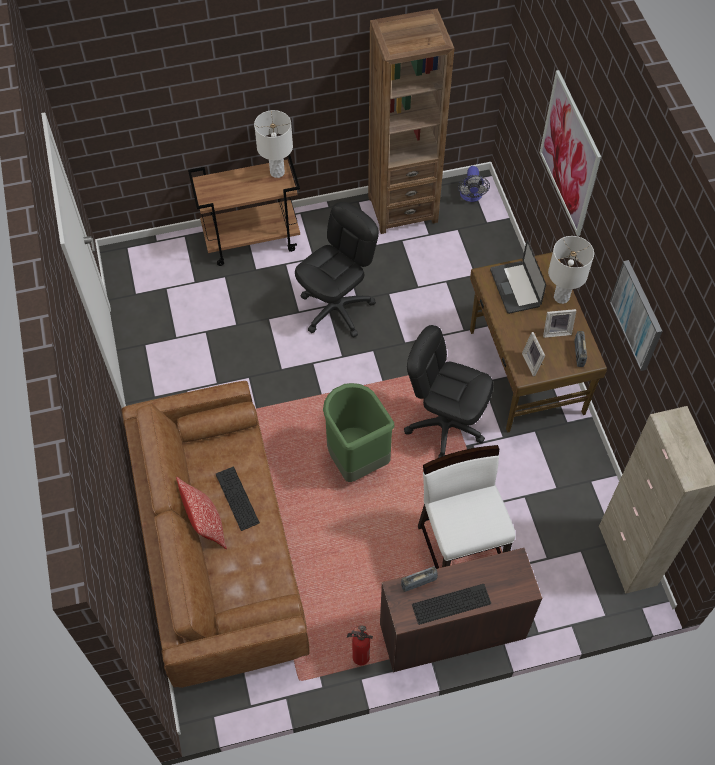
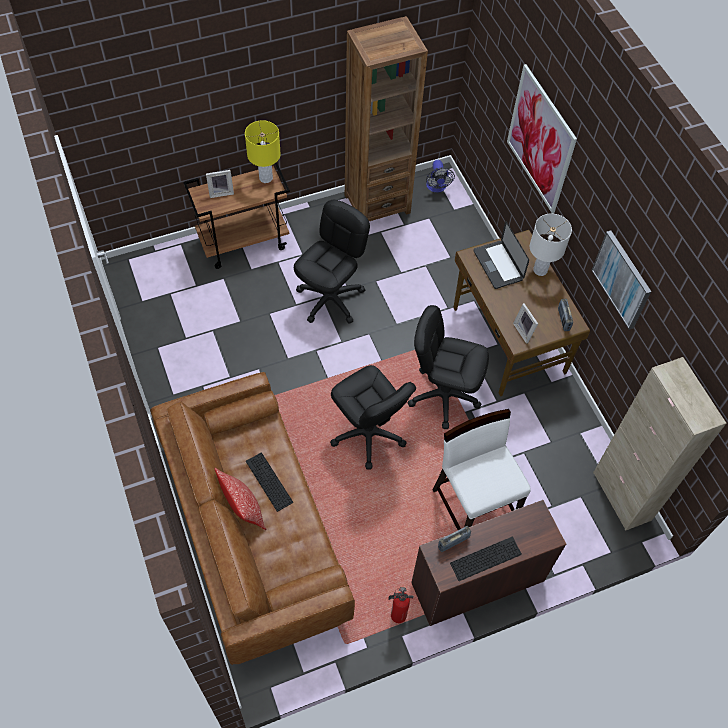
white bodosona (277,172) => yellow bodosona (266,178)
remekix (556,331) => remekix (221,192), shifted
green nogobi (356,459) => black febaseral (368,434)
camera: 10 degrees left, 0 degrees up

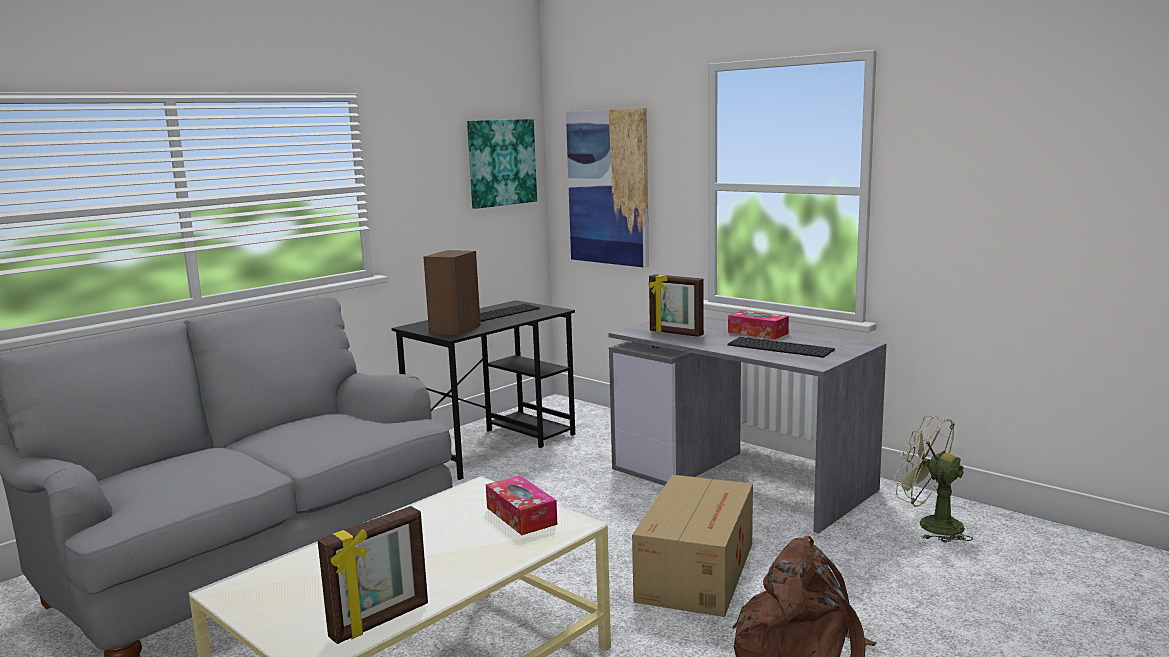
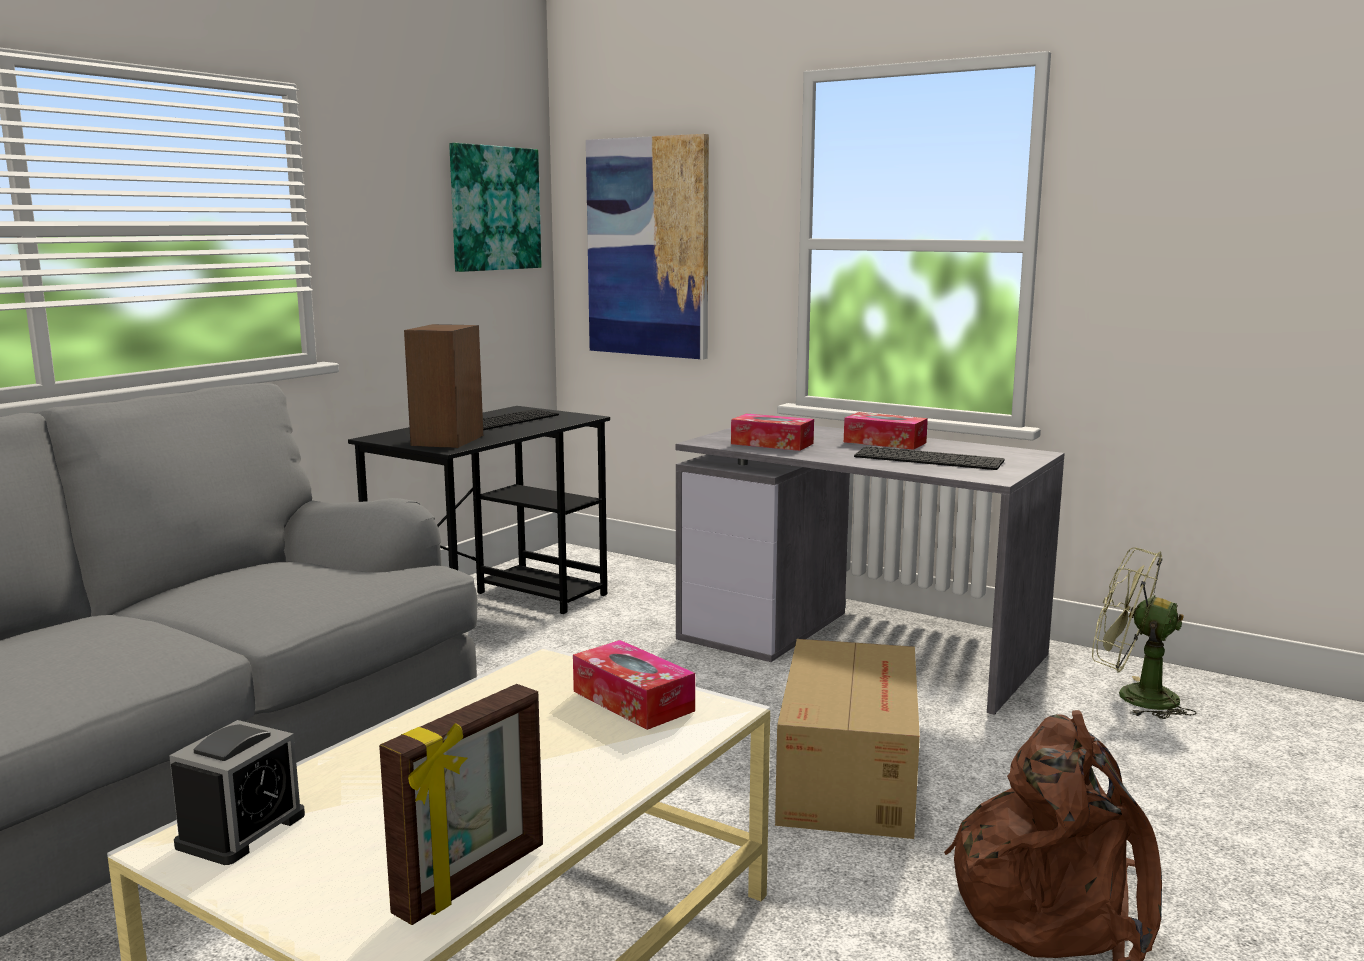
remekix (675,333) => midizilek (772,444)
nothing => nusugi (241,830)
camera: 10 degrees left, 0 degrees up

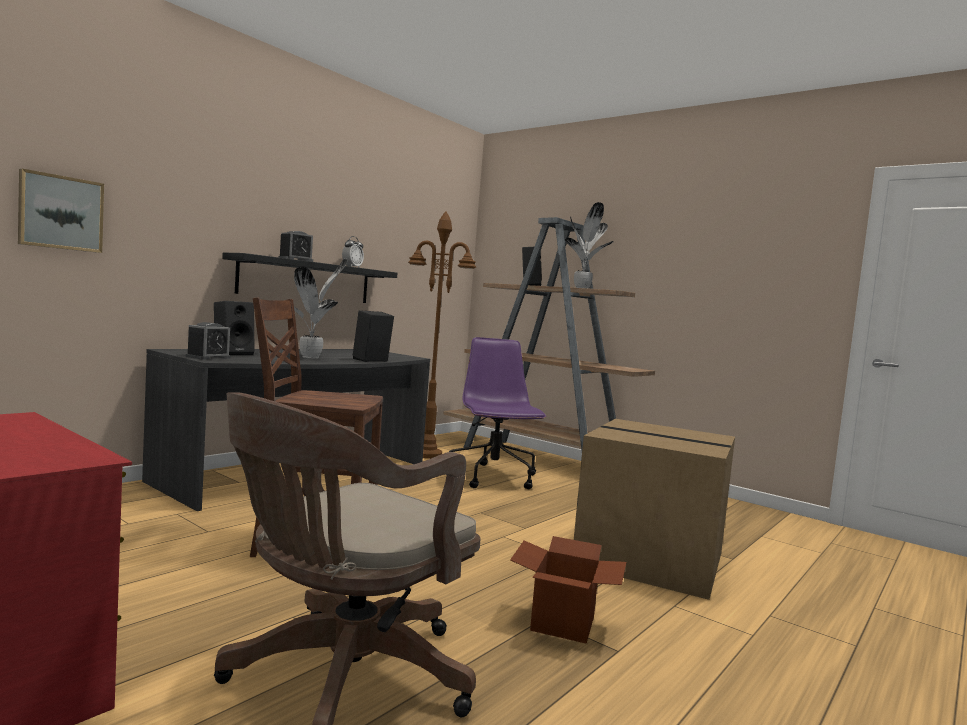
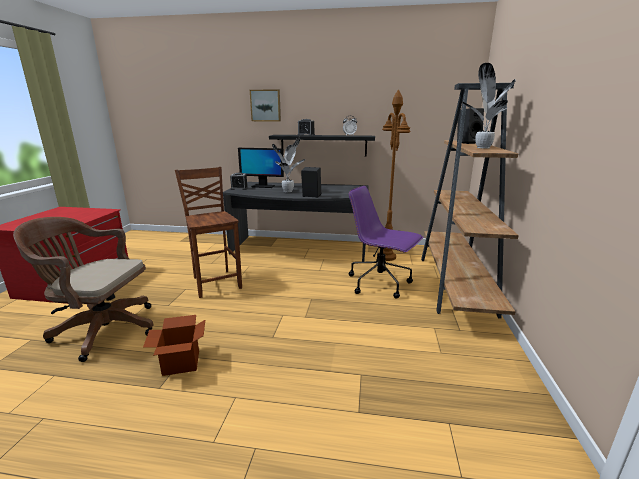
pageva (60,212) => pageva (265,105), shifted
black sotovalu (233,353) => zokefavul (263,186)
purple febaseral (493,478) => purple febaseral (380,283), 105 degrees counterclockwise
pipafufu (652,558) => nothing
camera: 60 degrees right, 15 degrees up

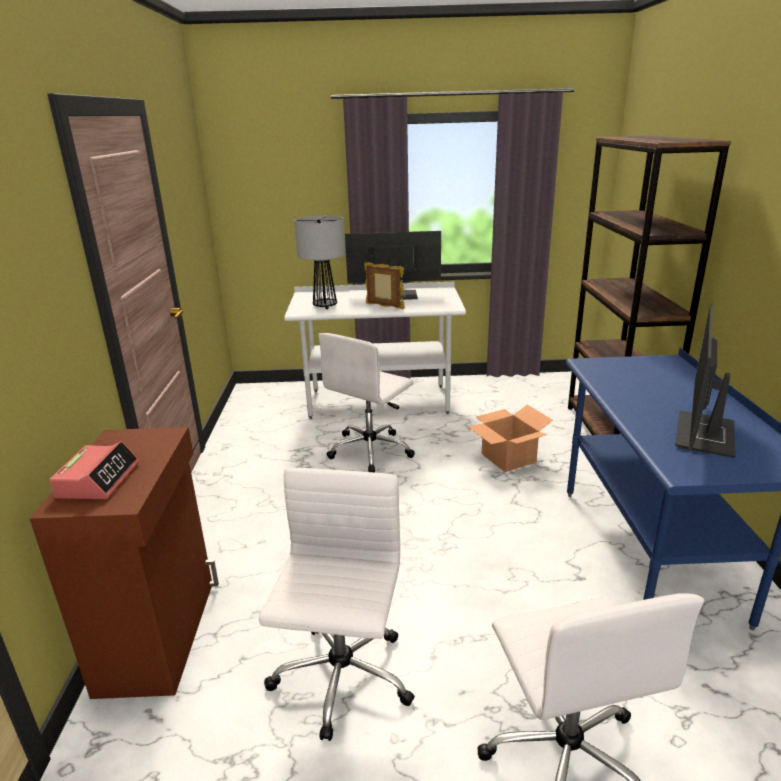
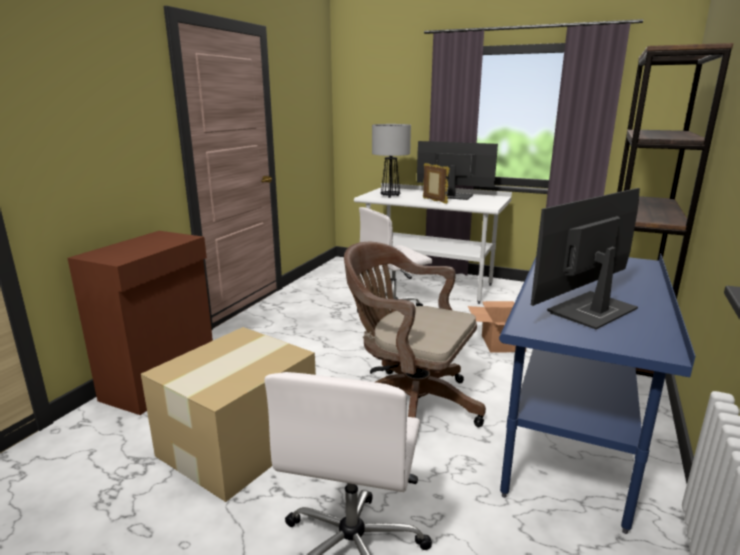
nusugi (98,480) => nothing
white febaseral (341,679) => pipafufu (241,442)
nothing => brown febaseral (408,403)
camera: 25 degrees right, 5 degrees down

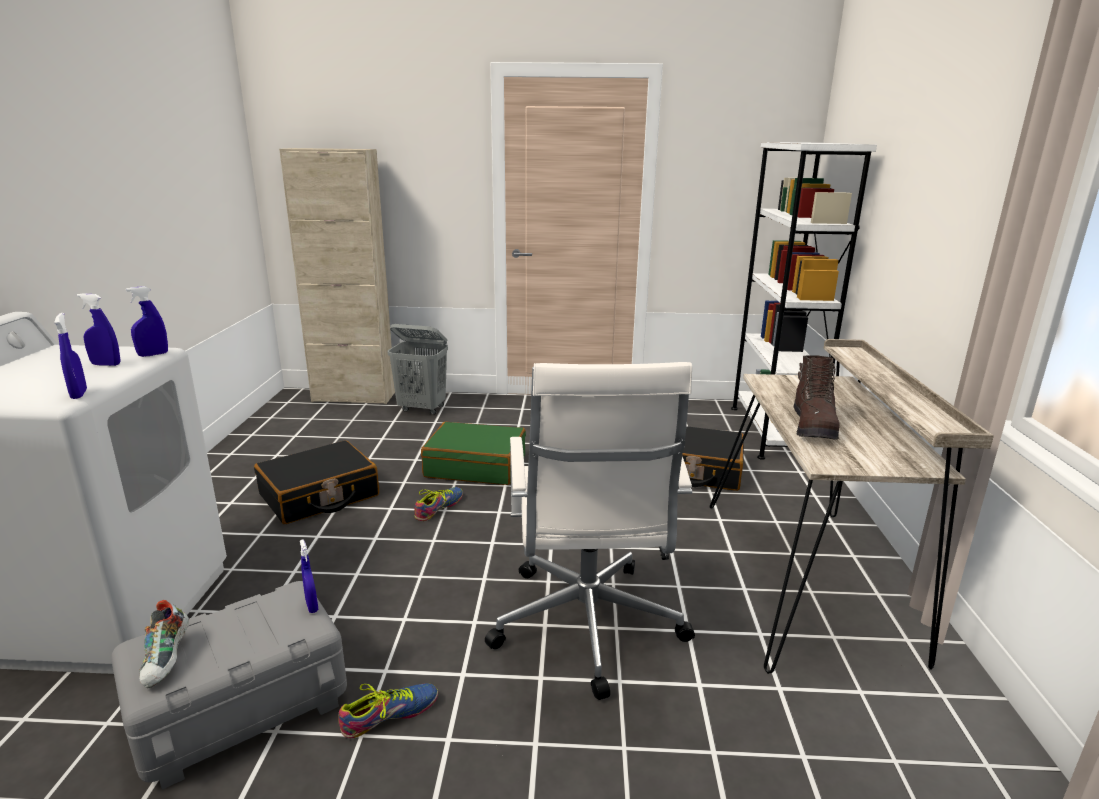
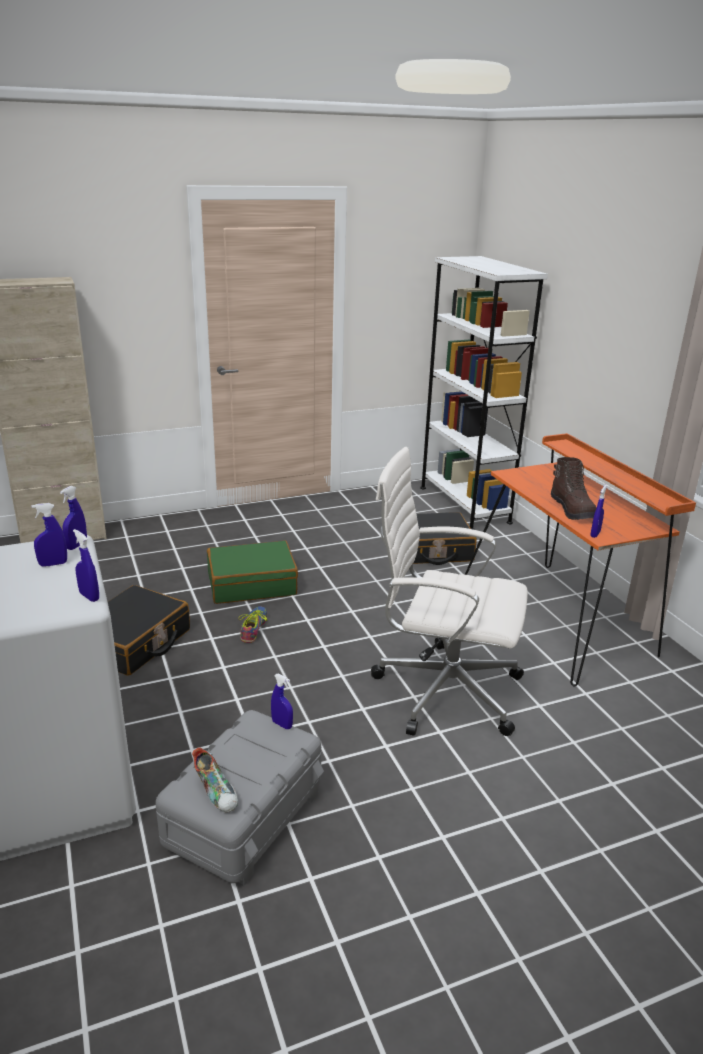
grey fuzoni (422,409) => nothing
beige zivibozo (809,578) => orange zivibozo (560,616)
white febaseral (586,627) => white febaseral (443,689), 135 degrees clockwise
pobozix (389,715) => nothing
nothing => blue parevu (595,534)
camera: 25 degrees left, 5 degrees up

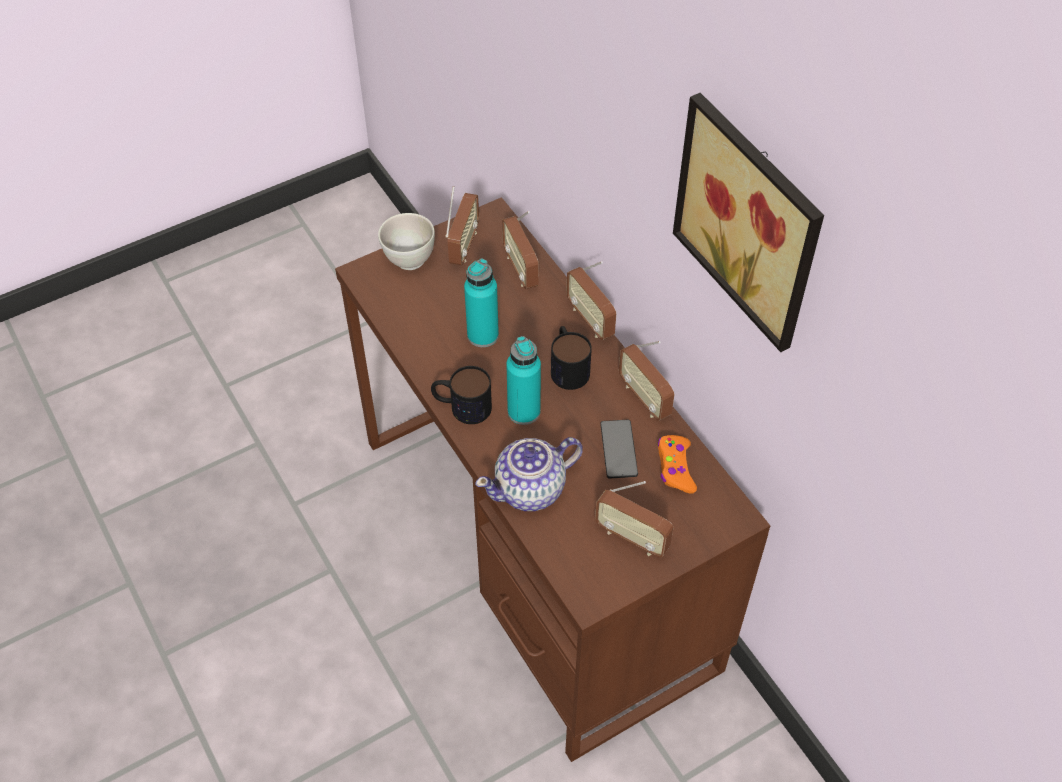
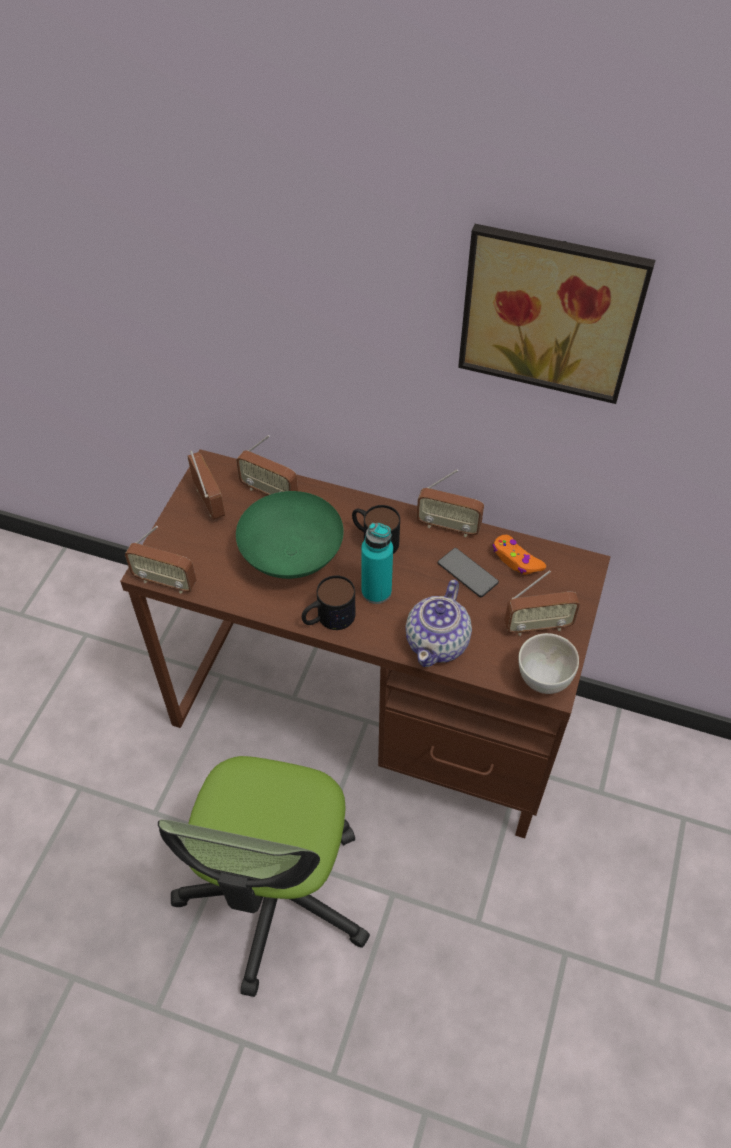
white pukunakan (409,259) => white pukunakan (542,680), shifted
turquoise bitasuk (482,335) => green pukunakan (290,557)
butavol (590,320) => butavol (165,582), shifted
nothing => febaseral (275,895)
camera: 40 degrees left, 0 degrees up

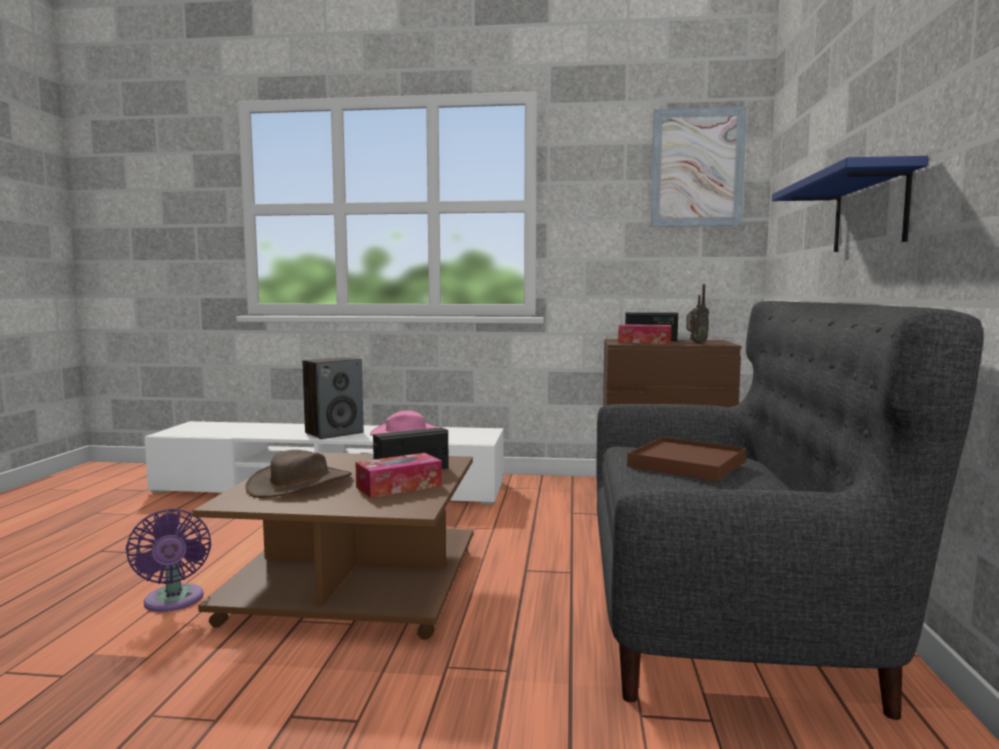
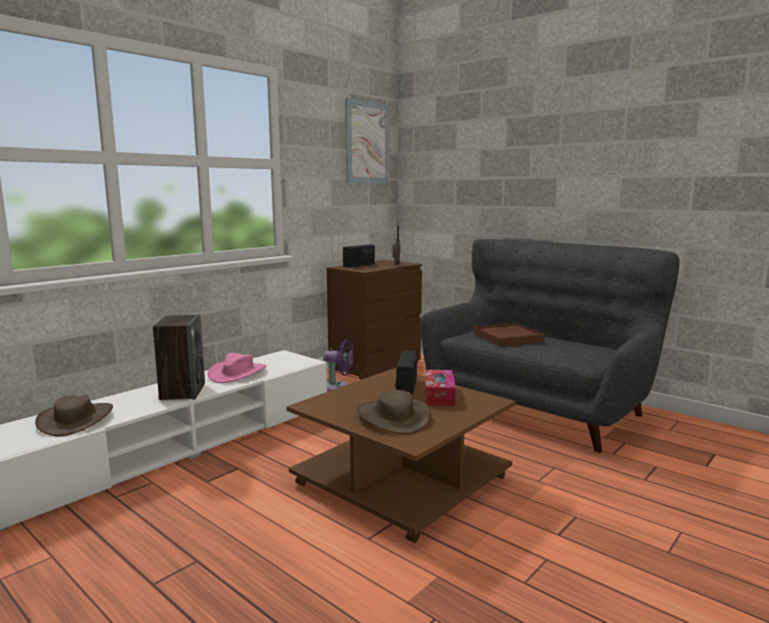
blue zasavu (869,212) => nothing
midizilek (644,342) => nothing
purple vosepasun (173,602) => purple vosepasun (337,387), shifted
nothing => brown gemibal (76,419)
camera: 55 degrees left, 5 degrees up

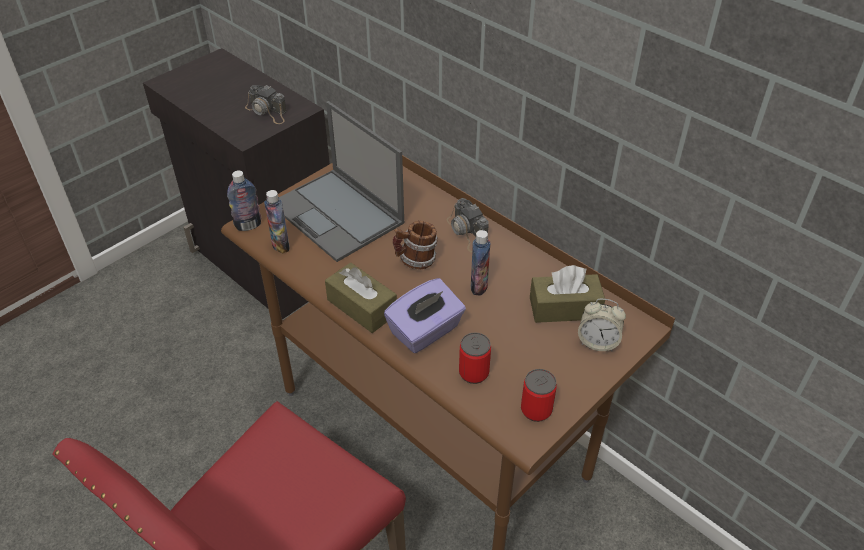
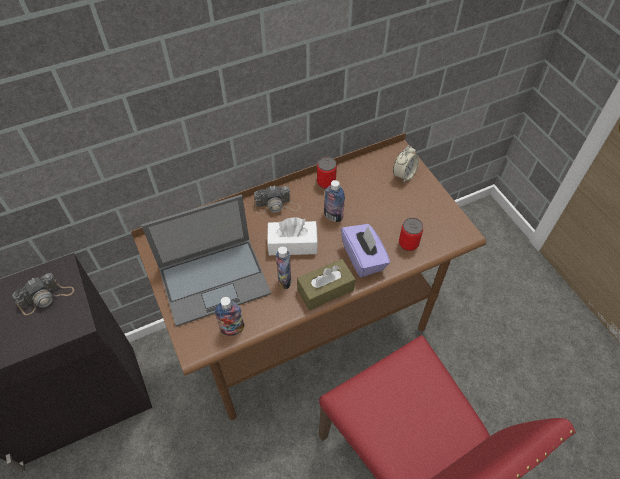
bitasuk (248,225) => bitasuk (284,280), shifted
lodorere (415,261) => white midizilek (292,244)
brown midizilek (564,308) => nothing
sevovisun (536,410) => sevovisun (326,182), shifted
camera: 70 degrees left, 10 degrees up

